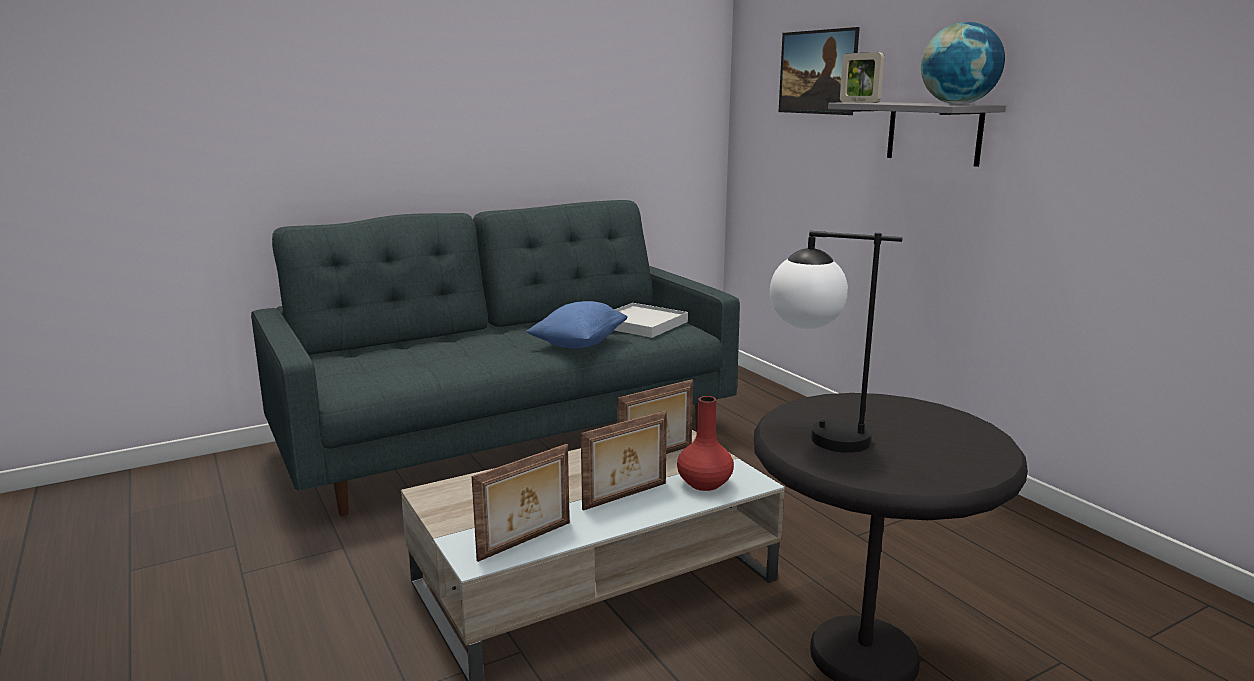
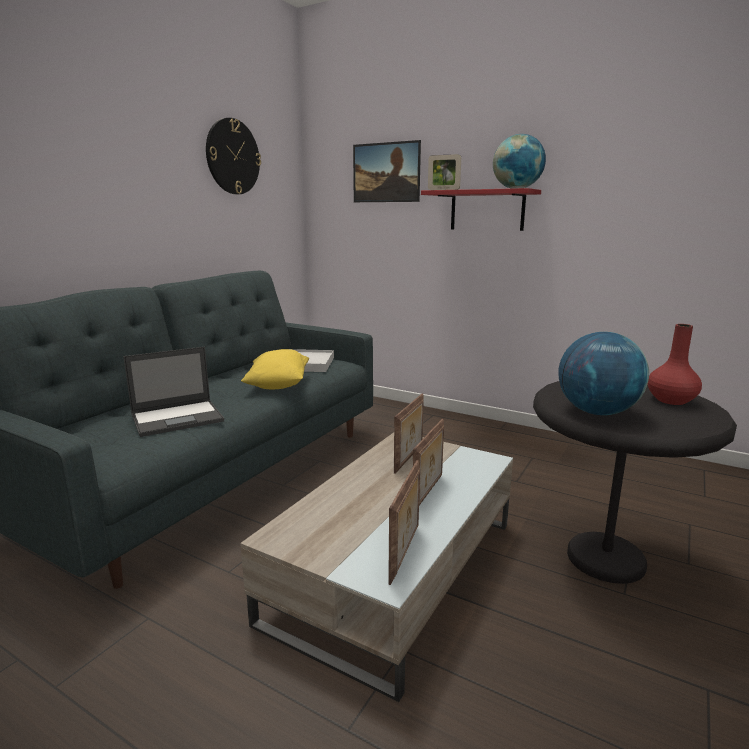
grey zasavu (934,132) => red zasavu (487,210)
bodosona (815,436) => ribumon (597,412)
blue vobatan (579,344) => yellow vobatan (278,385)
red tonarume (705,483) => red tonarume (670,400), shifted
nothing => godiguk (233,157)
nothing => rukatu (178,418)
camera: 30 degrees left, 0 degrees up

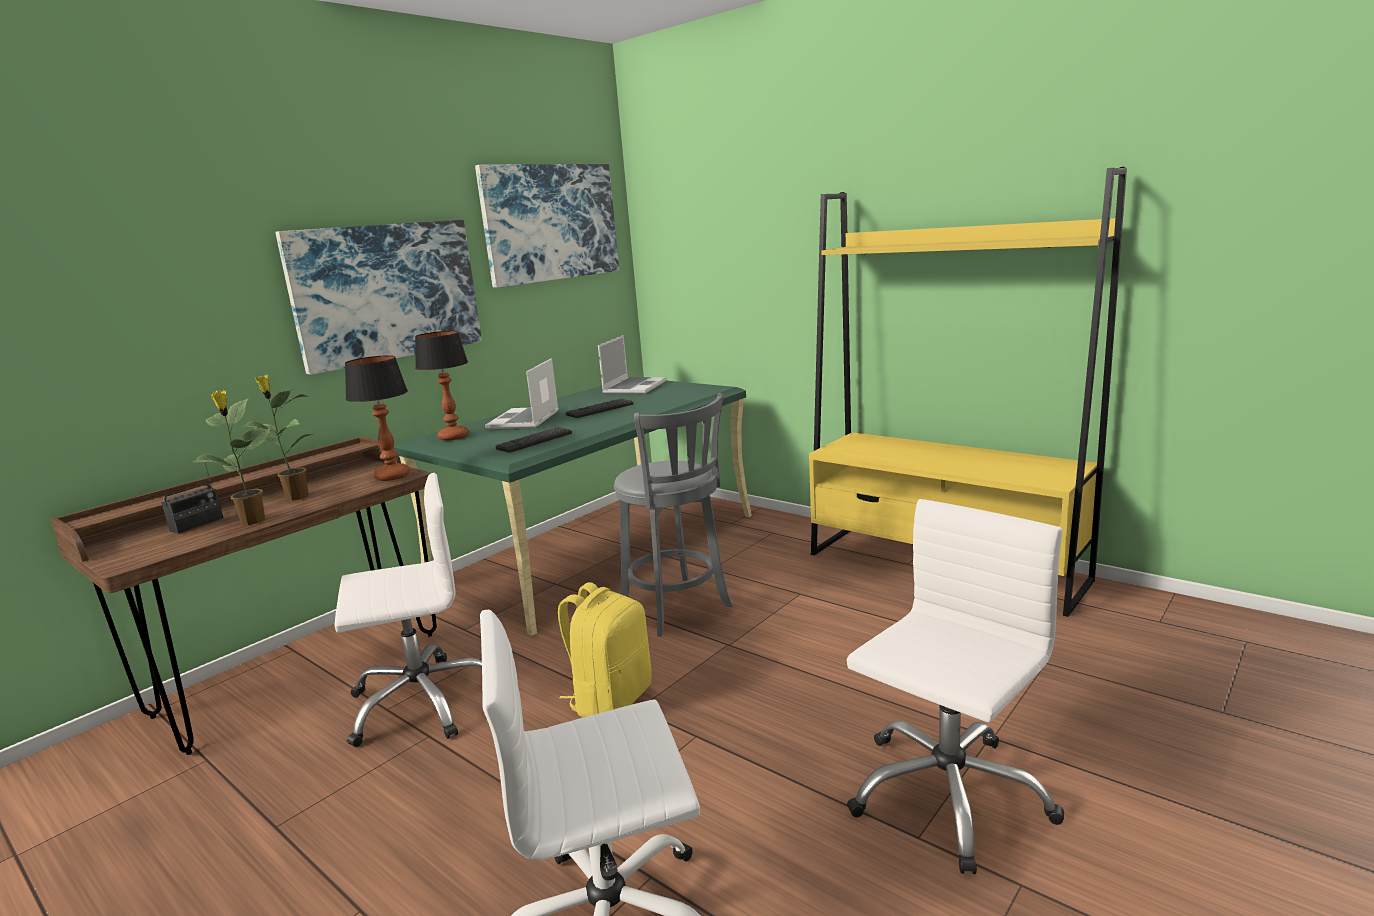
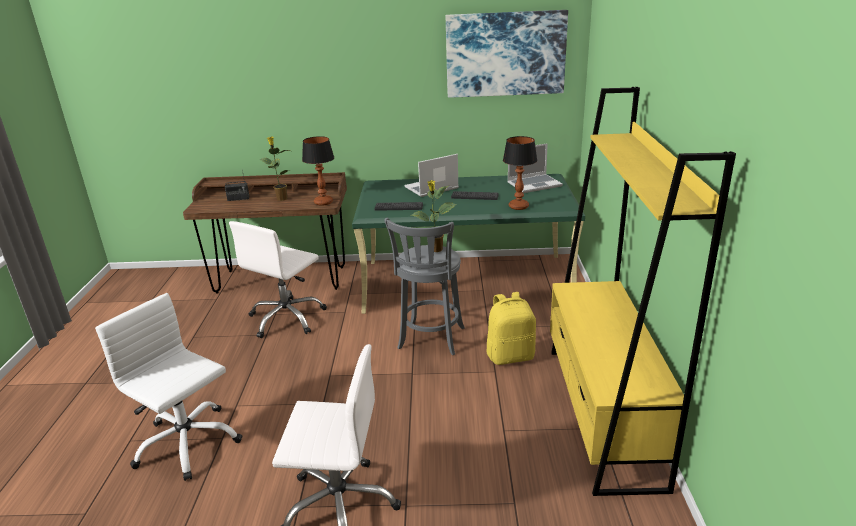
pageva (387,292) => nothing
bodosona (453,437) => bodosona (518,206), shifted
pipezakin (253,521) => pipezakin (436,250), shifted
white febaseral (423,701) => white febaseral (287,318), 90 degrees clockwise
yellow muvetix (610,700) => yellow muvetix (510,356), shifted
camera: 50 degrees right, 10 degrees up

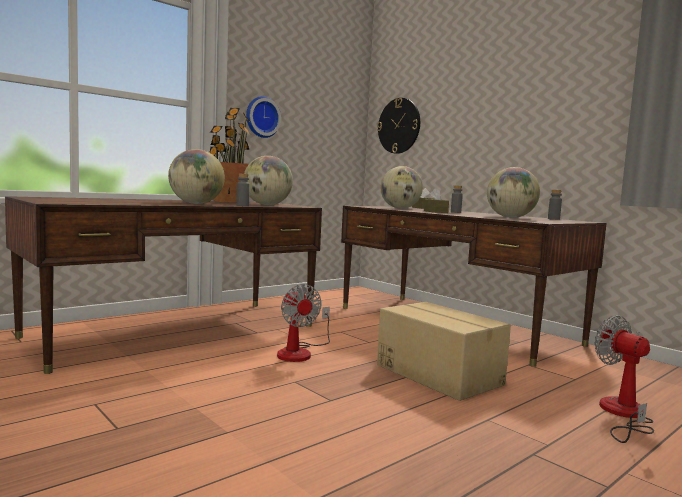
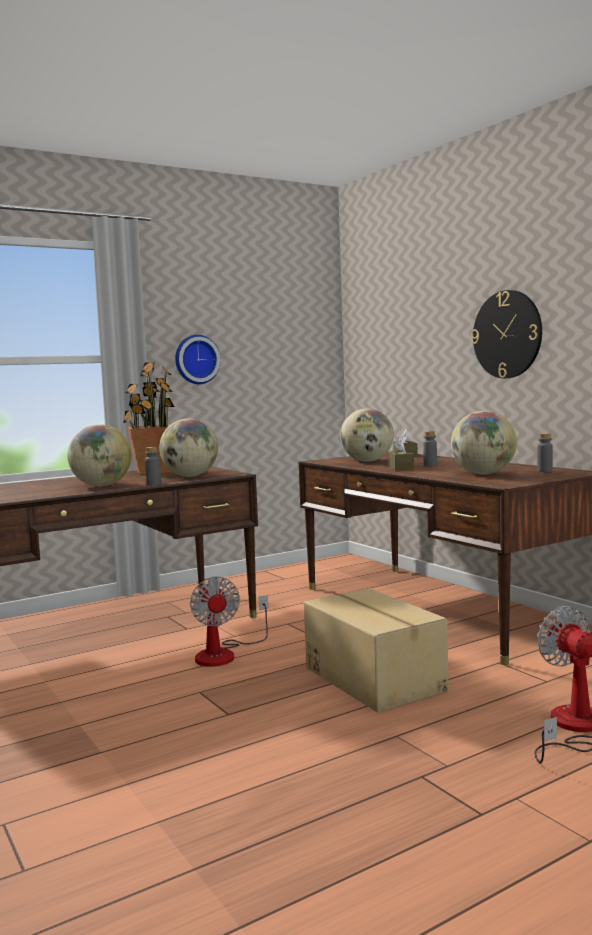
godiguk (399,126) => godiguk (507,334), shifted
camera: 10 degrees right, 0 degrees up

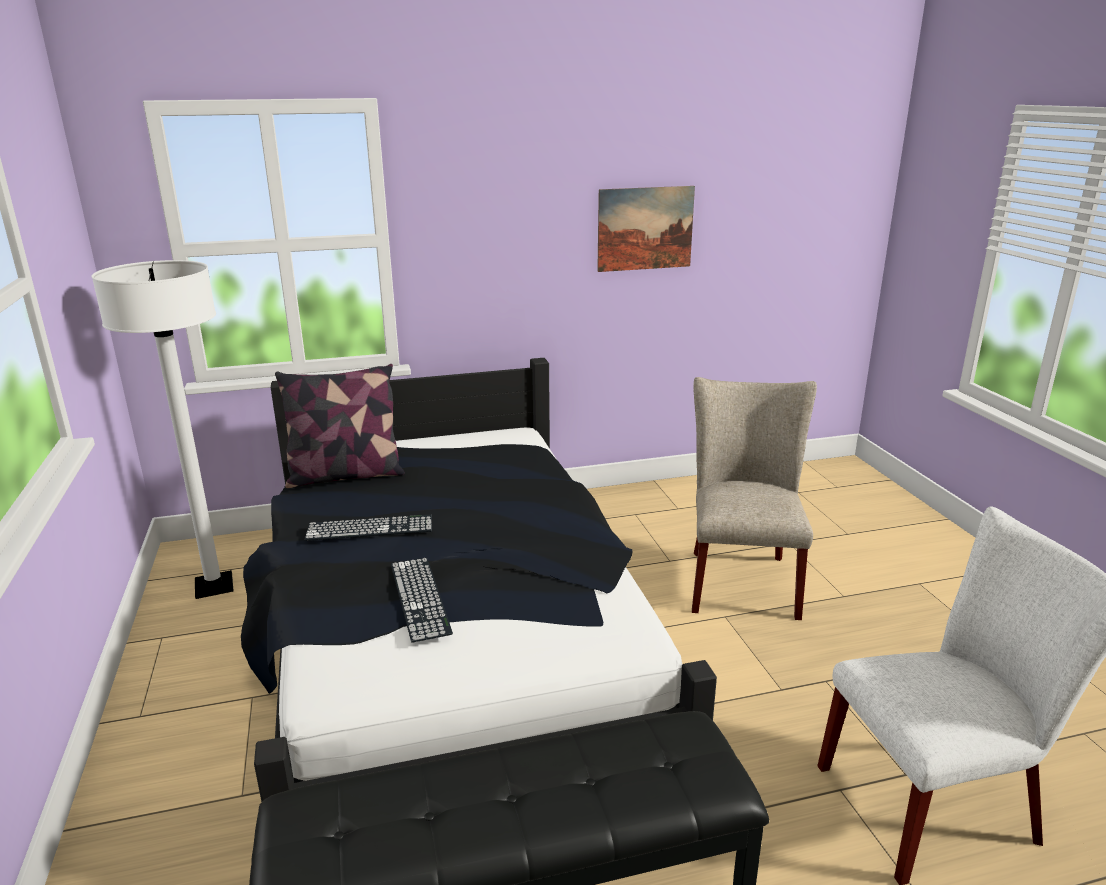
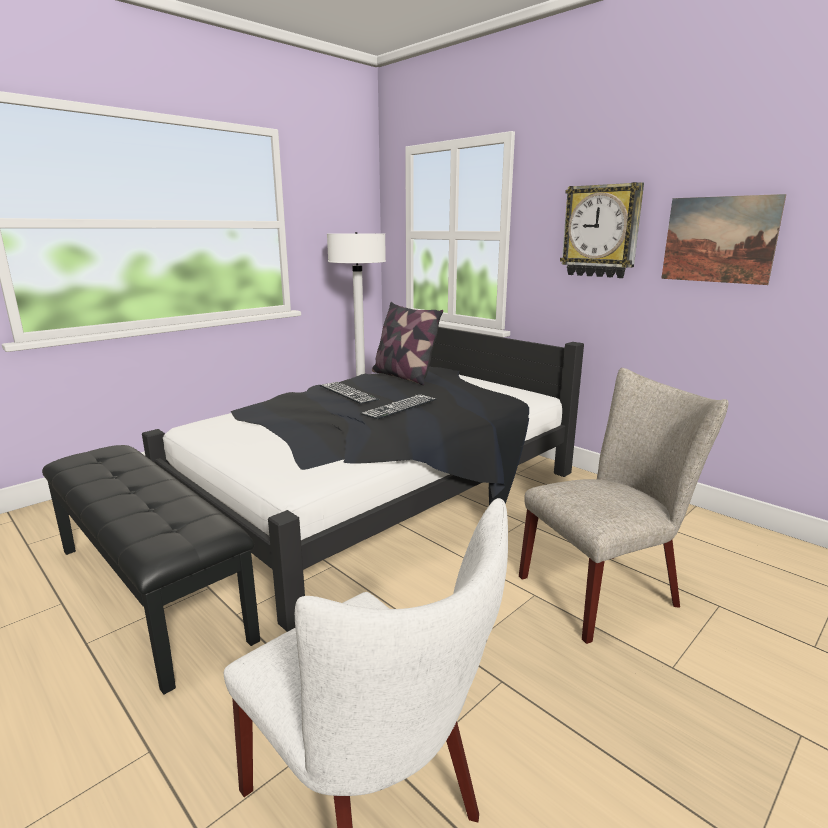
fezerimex (419,597) => fezerimex (400,406), shifted
nothing => godiguk (601,231)
camera: 60 degrees right, 5 degrees down

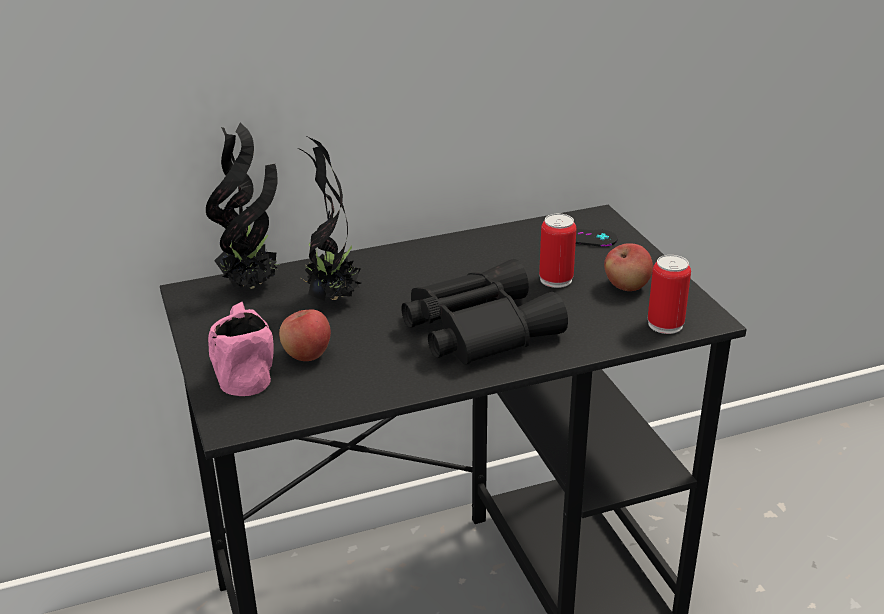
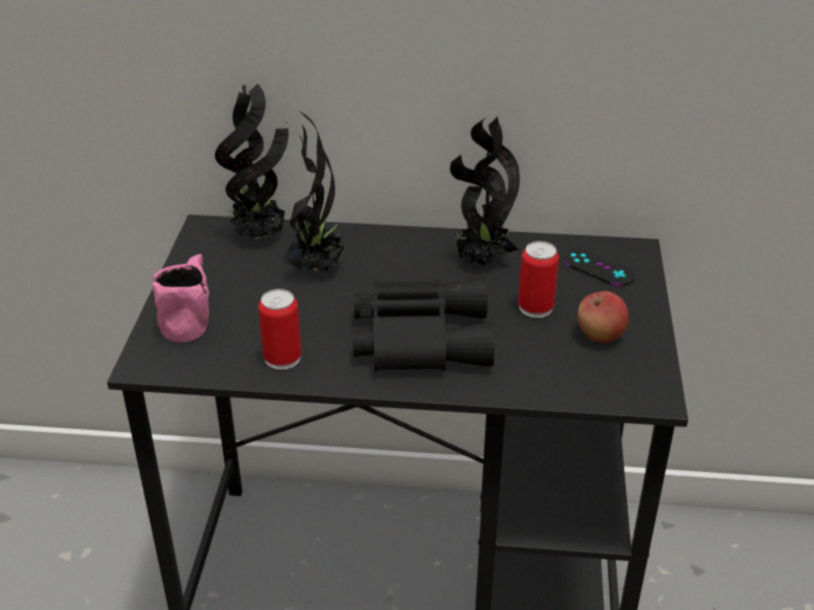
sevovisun (665,324) => sevovisun (282,358), shifted
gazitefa (307,355) => nothing
nothing => pipezakin (481,261)
camera: 25 degrees right, 5 degrees up

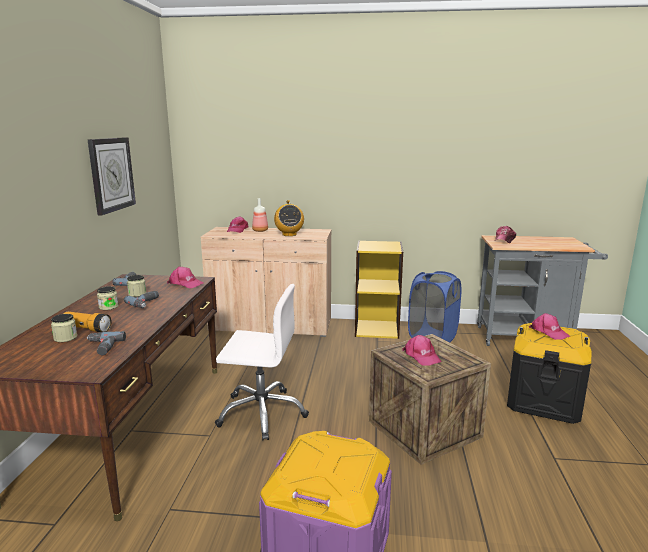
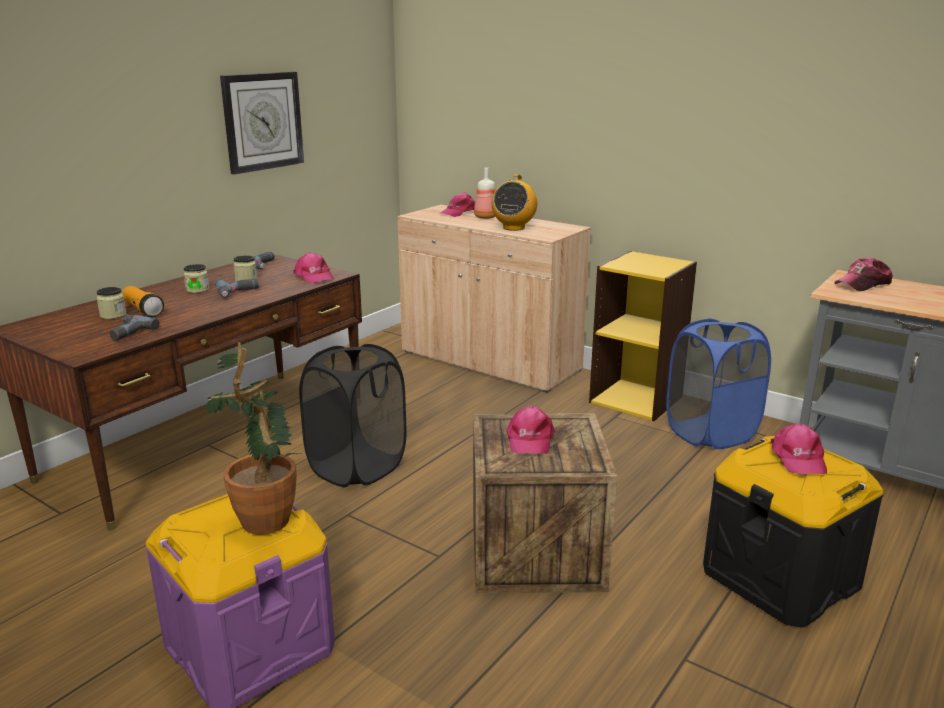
white febaseral (262,413) => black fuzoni (357,468)
nothing => pipezakin (269,514)
camera: 30 degrees right, 5 degrees up

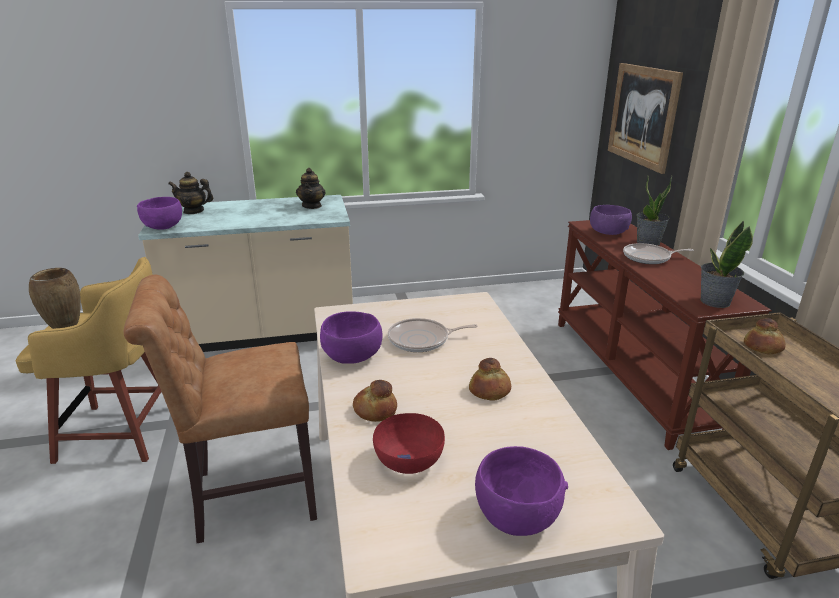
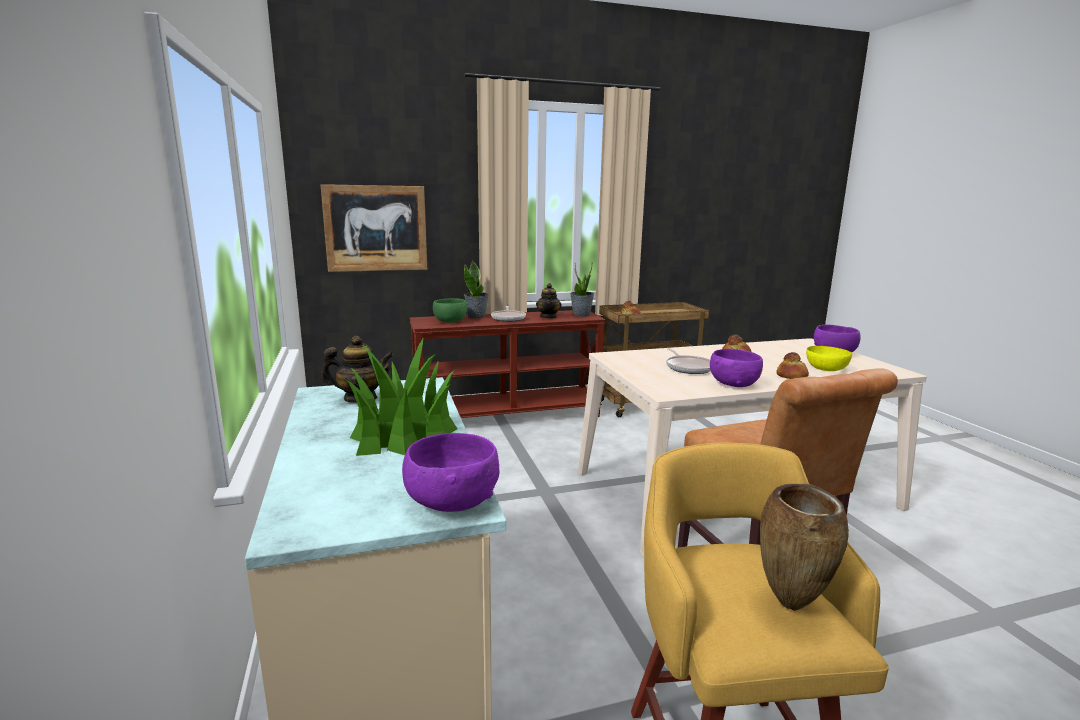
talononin (194,211) => talononin (548,317), shifted
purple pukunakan (608,233) => green pukunakan (450,322)
red pukunakan (409,460) => yellow pukunakan (826,368)
nothing => pipezakin (403,434)
camera: 95 degrees left, 10 degrees down

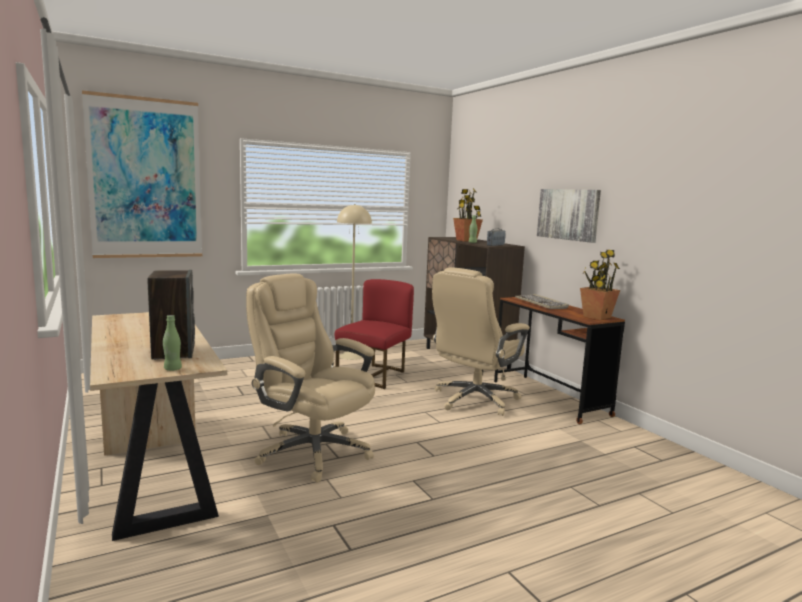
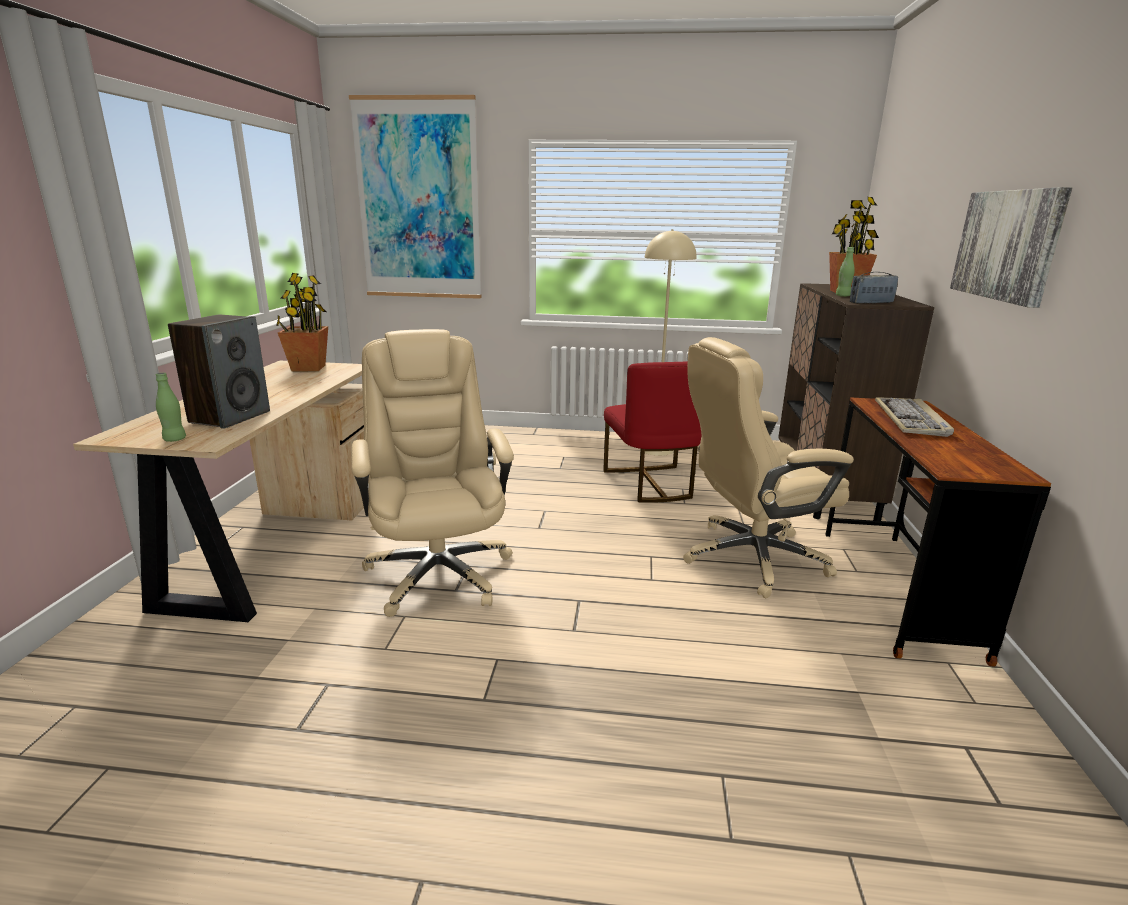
pipezakin (596,317) => pipezakin (308,368), shifted
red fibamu (374,375) => red fibamu (651,484), 105 degrees clockwise
camera: 35 degrees right, 10 degrees up

